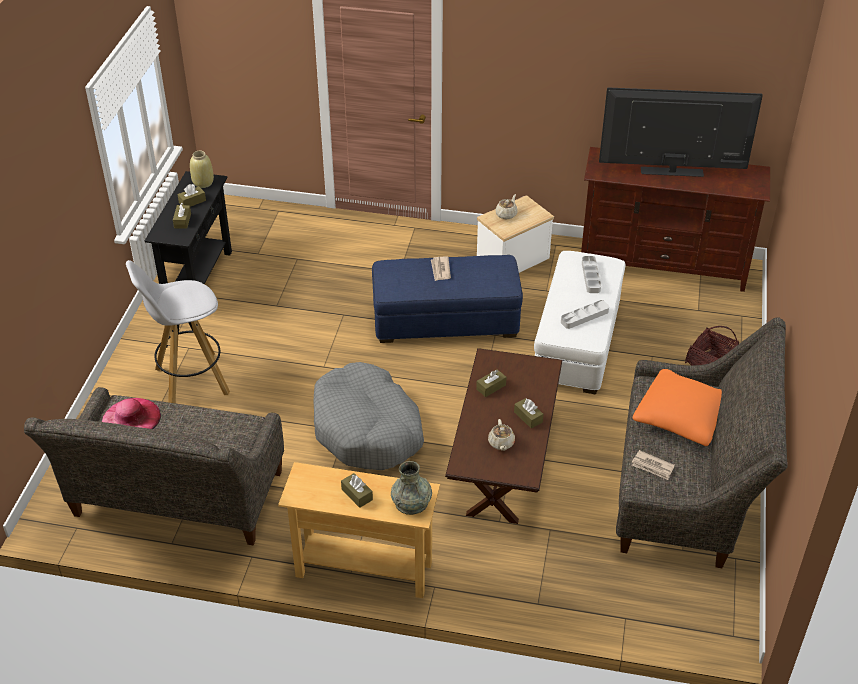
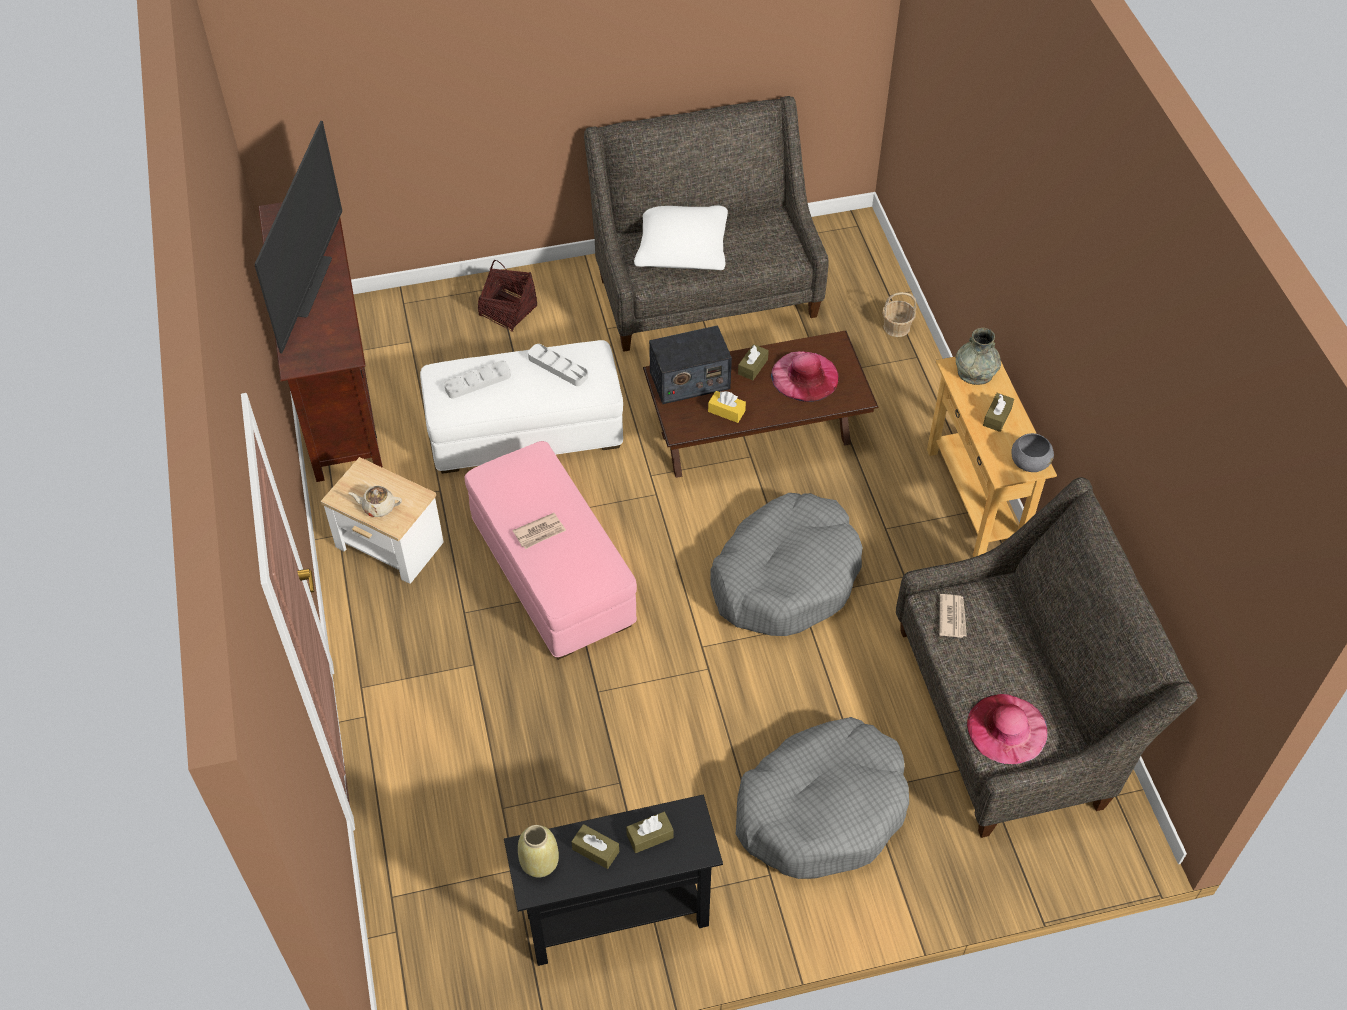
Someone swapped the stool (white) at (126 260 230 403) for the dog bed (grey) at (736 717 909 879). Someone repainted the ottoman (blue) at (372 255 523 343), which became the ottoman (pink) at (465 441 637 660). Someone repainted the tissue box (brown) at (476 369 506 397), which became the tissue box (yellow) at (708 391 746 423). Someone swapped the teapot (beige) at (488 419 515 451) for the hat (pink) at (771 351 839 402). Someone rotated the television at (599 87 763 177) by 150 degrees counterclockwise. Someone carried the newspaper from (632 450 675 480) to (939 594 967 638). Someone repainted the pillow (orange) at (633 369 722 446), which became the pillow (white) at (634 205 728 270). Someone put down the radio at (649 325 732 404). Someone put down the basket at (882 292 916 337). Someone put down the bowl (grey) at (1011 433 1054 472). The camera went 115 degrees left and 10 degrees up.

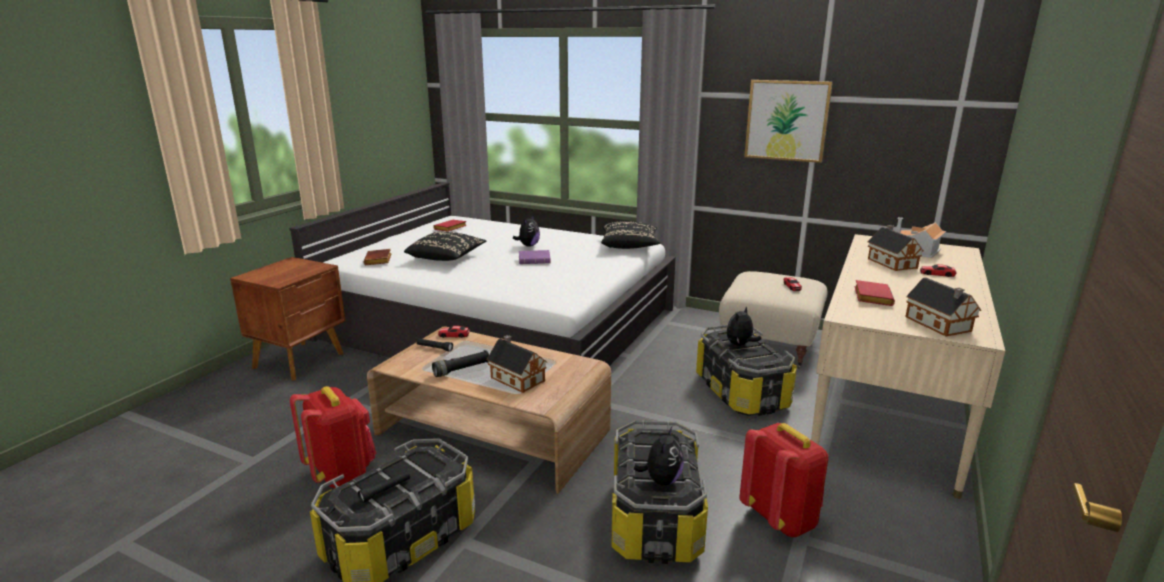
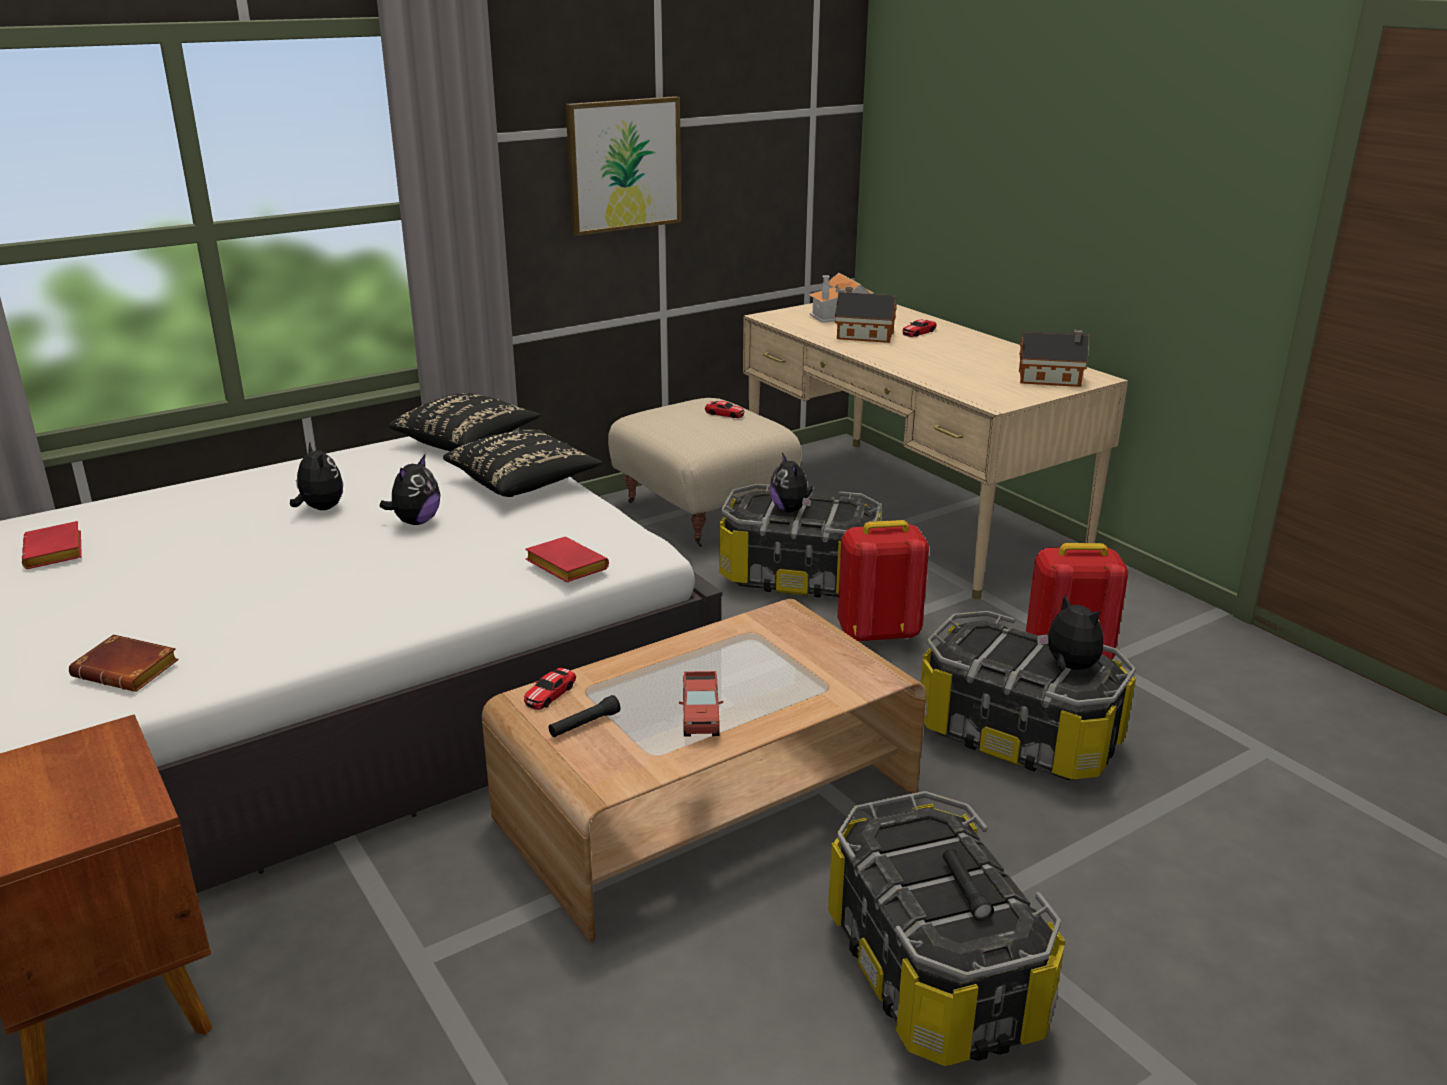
Someone carried the backpack (red) from (290 386 376 488) to (837 520 929 642). Someone carried the pillow (black) from (404 231 486 261) to (443 429 602 497). Someone swapped the flashlight (black) at (432 350 489 377) for the toy truck at (679 671 723 736). Someone took away the toy house at (487 335 547 393). Someone swapped the book (purple) at (519 250 551 264) for the plush toy at (380 455 440 525). Someone carried the book (red) from (854 280 895 306) to (525 537 609 582). The camera went 60 degrees left and 5 degrees up.

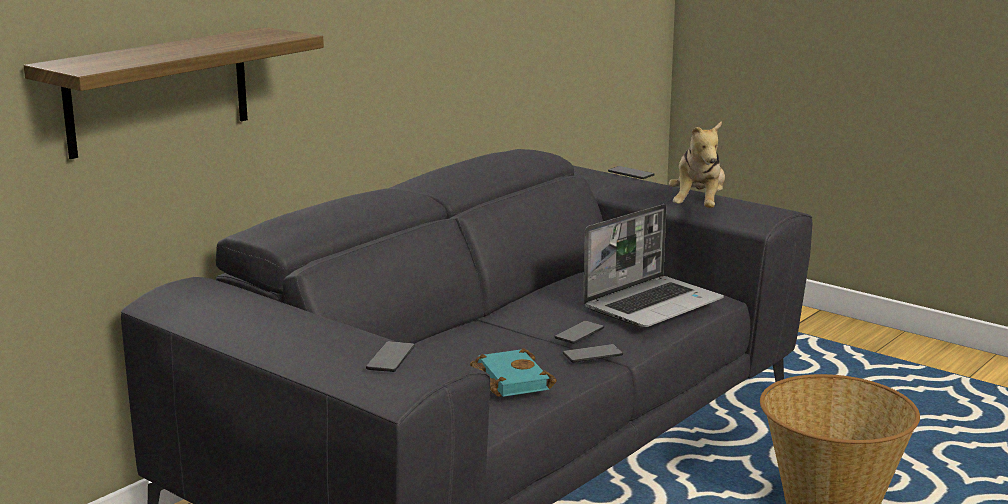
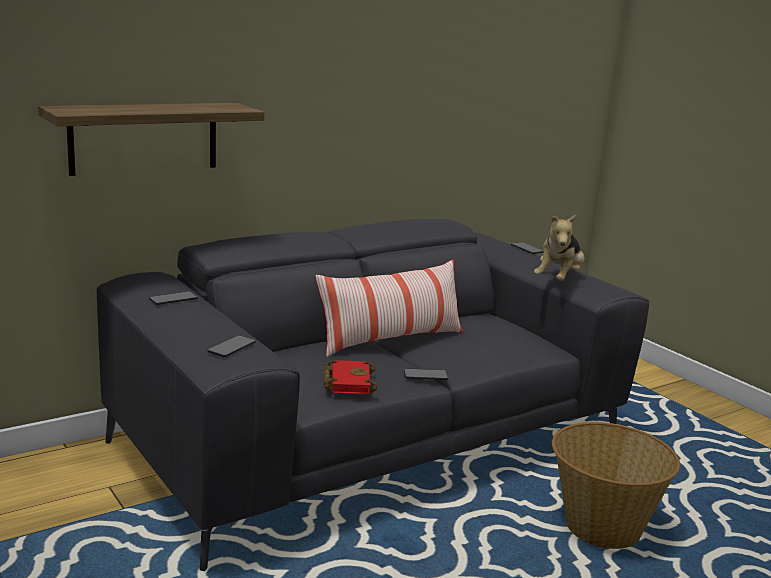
Someone repainted the book (turquoise) at (470 348 557 397), which became the book (red) at (324 360 377 394). Someone carried the phone from (554 320 604 344) to (149 291 198 305). Someone took away the laptop at (583 204 724 328). Someone put down the pillow at (315 260 463 357). The camera went 15 degrees right and 0 degrees up.

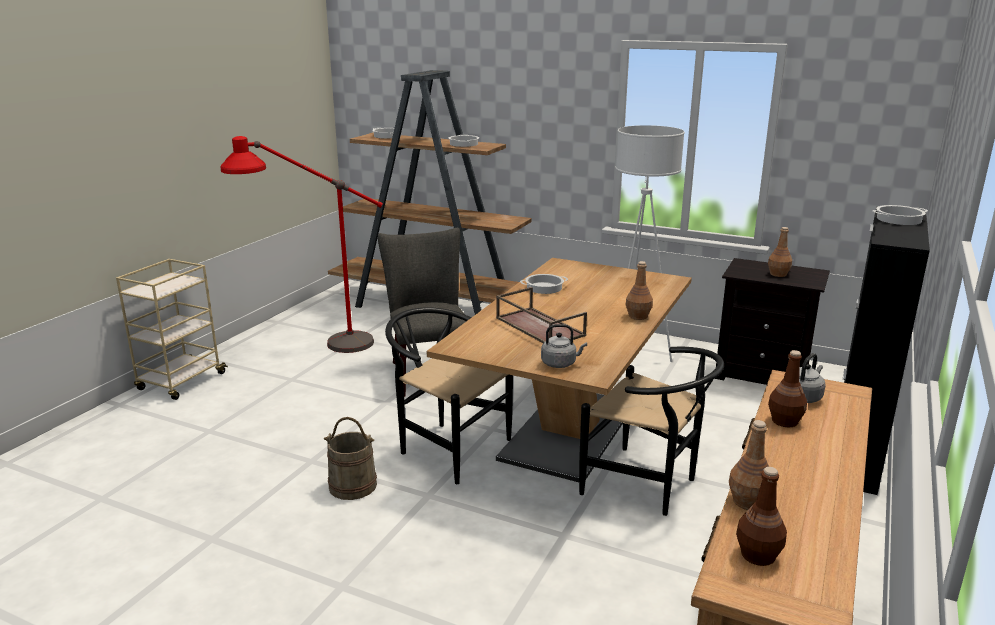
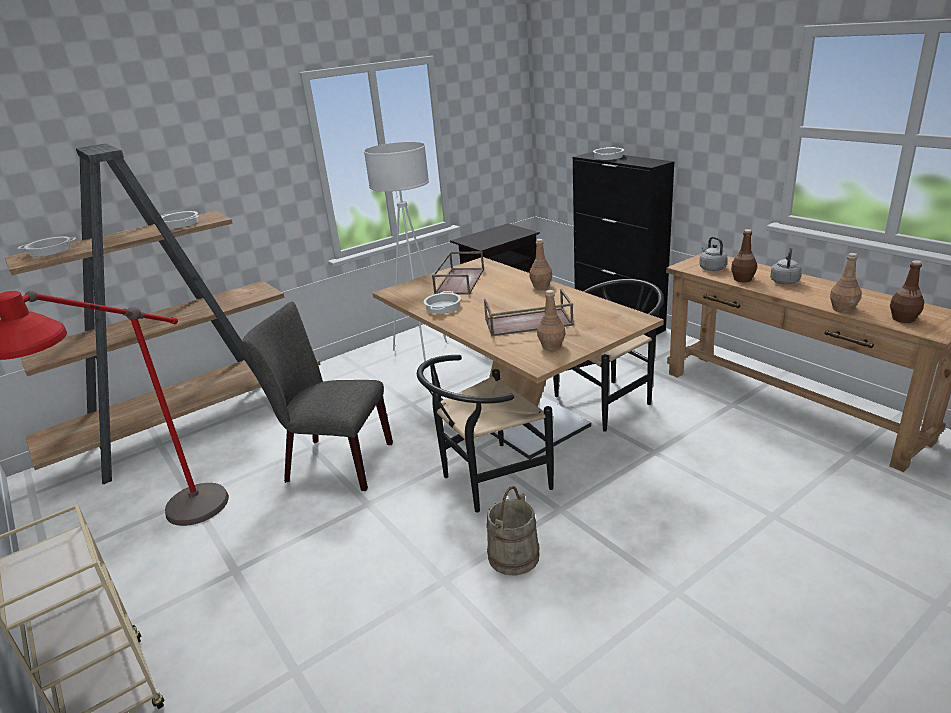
Someone carried the kettle (grey) from (541 324 587 368) to (770 248 802 284). Someone carried the bottle (brown) from (768 227 792 277) to (537 290 565 350). Someone put down the tray (brown) at (432 251 484 295). The camera went 60 degrees left and 5 degrees up.

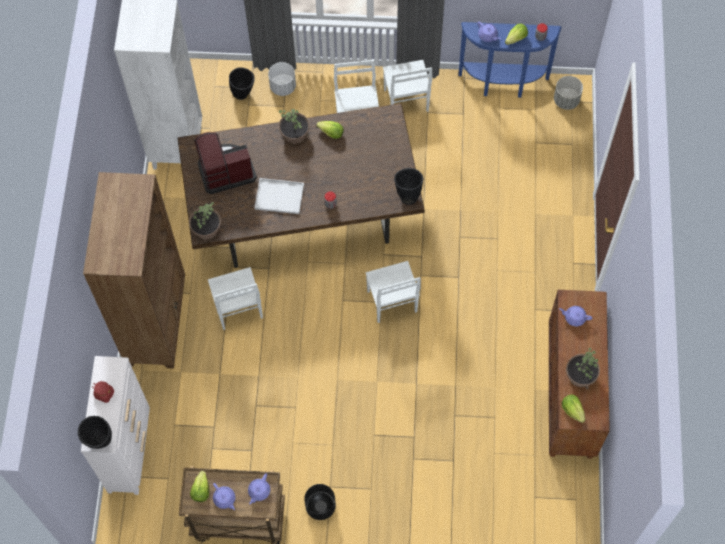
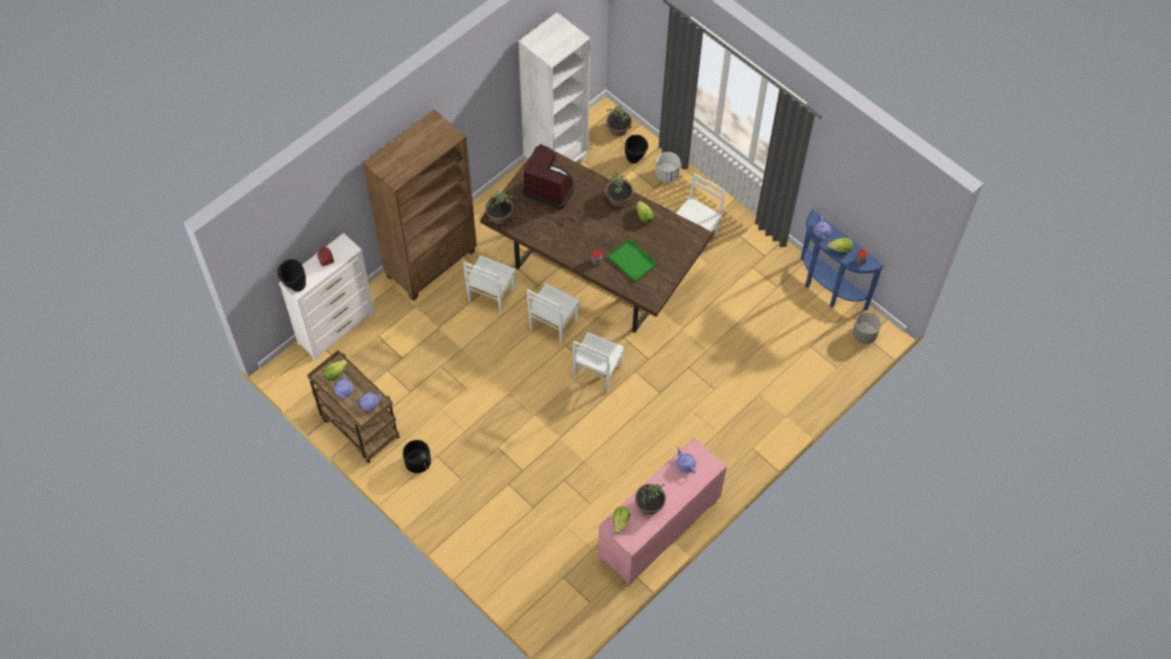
Someone took away the tray (white) at (254 178 304 214). Someone carried the chair (white) from (383 60 432 112) to (527 283 580 345). Someone took away the vase (black) at (394 168 423 205). Someone repainted the cabinet (brown) at (549 290 610 459), which became the cabinet (pink) at (598 438 727 586). Someone put down the potted plant at (606 105 632 136). Someone put down the tray (green) at (607 238 657 282). The camera went 40 degrees right and 5 degrees down.

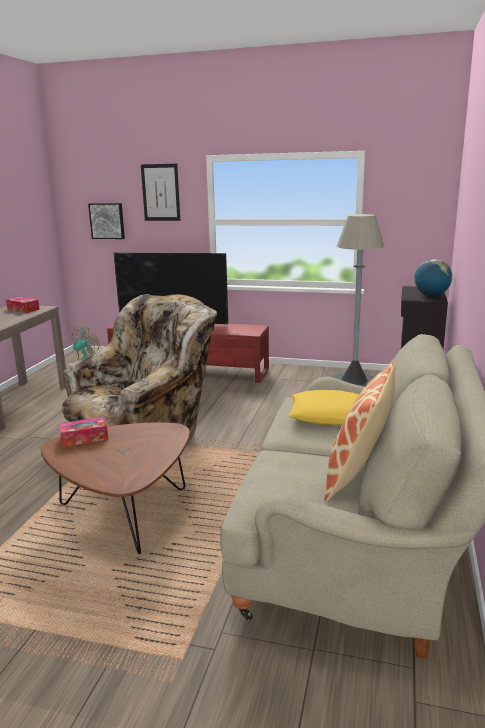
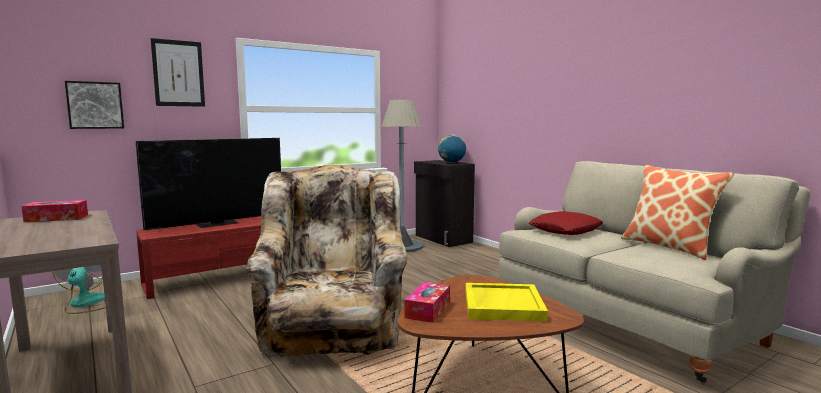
Someone repainted the pillow (yellow) at (288 389 359 425), which became the pillow (red) at (529 211 603 235). Someone put down the tray (yellow) at (465 283 548 322). The camera went 50 degrees left and 10 degrees down.

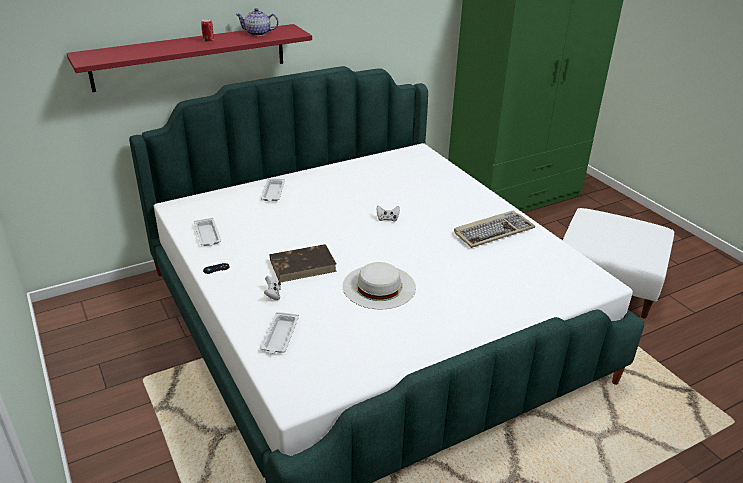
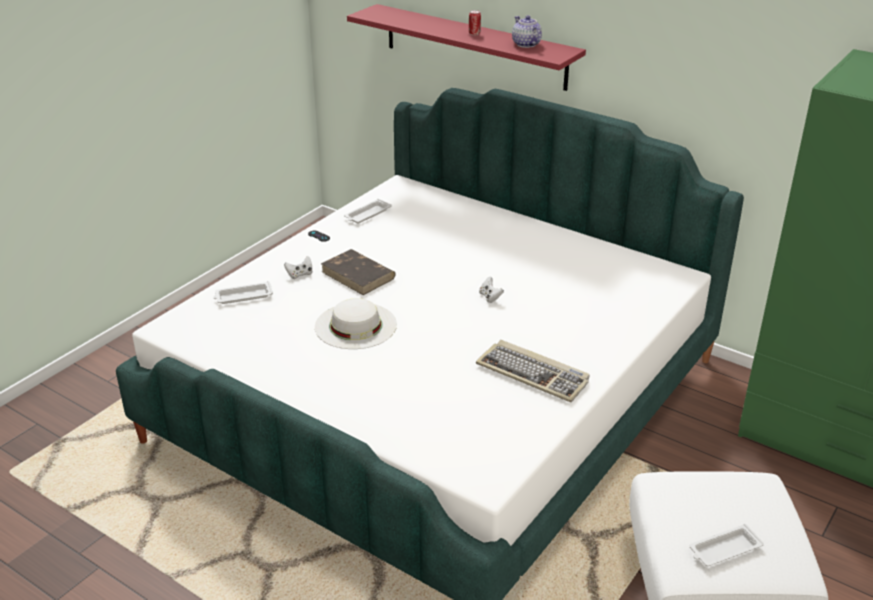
Someone carried the tray (white) from (261 178 285 201) to (690 524 764 566). The camera went 65 degrees right and 0 degrees up.

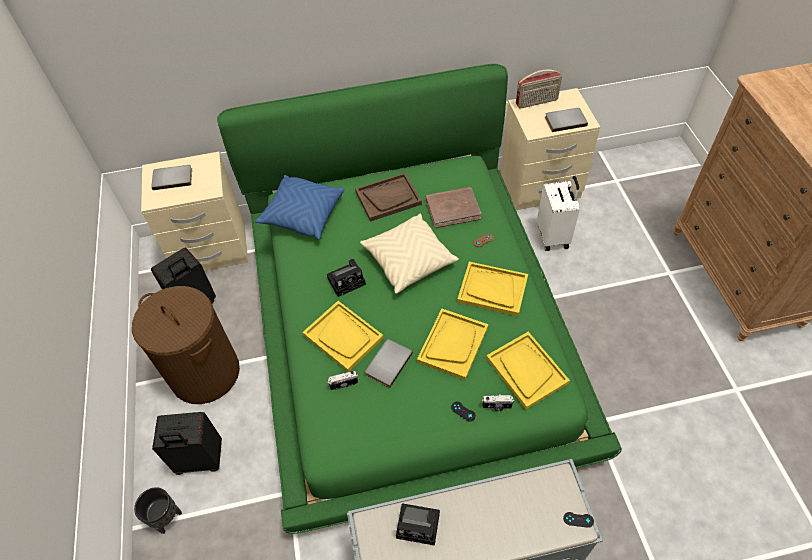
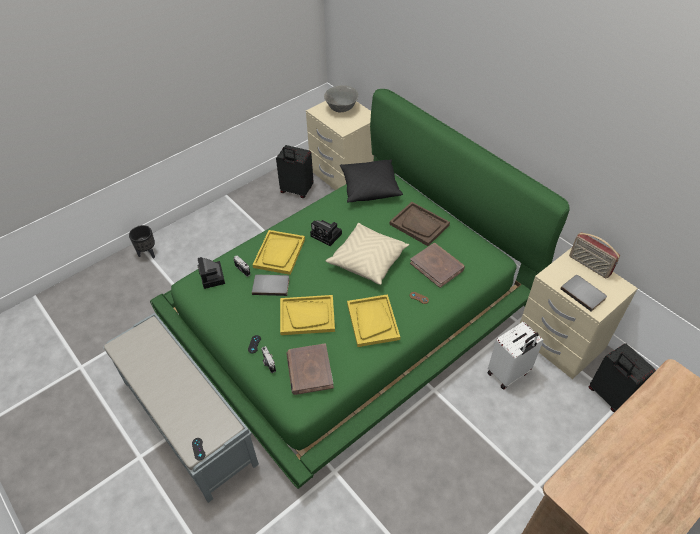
Someone took away the laundry basket (brown) at (132 286 240 404). Someone swapped the book (grey) at (151 165 192 190) for the bowl (grey) at (324 85 359 112). Someone carried the suitcase (black) from (152 412 222 475) to (589 343 656 413). Someone repainted the pillow (blue) at (255 175 344 240), which became the pillow (black) at (340 159 403 202). Someone carried the photo camera from (396 503 440 546) to (198 257 225 289). Someone swapped the tray (yellow) at (486 332 570 409) for the book (brown) at (286 343 334 395). The camera went 60 degrees right and 5 degrees down.

